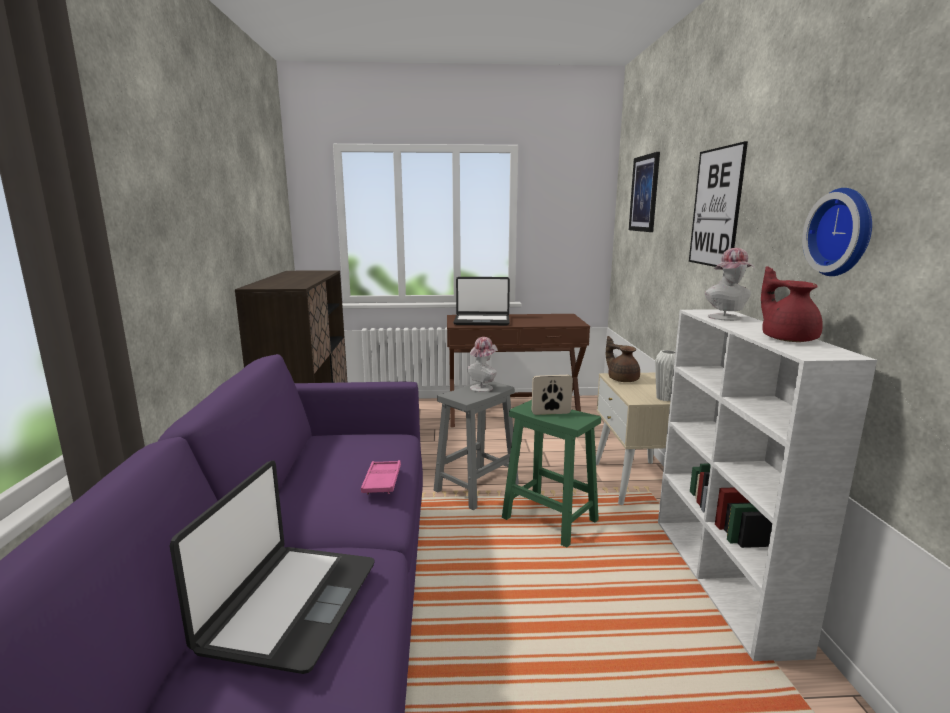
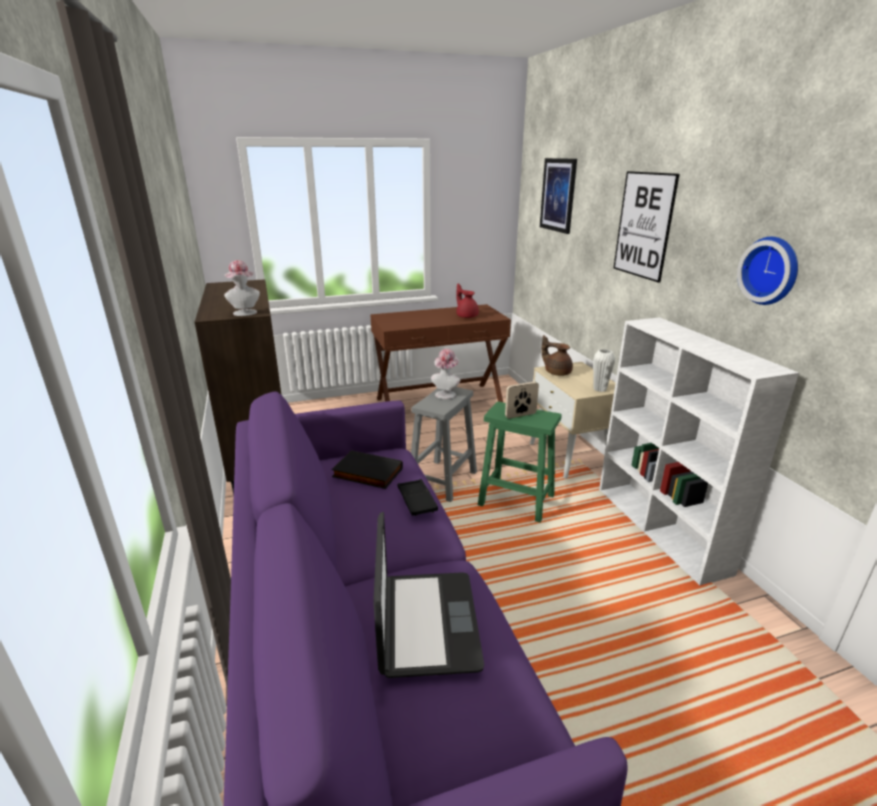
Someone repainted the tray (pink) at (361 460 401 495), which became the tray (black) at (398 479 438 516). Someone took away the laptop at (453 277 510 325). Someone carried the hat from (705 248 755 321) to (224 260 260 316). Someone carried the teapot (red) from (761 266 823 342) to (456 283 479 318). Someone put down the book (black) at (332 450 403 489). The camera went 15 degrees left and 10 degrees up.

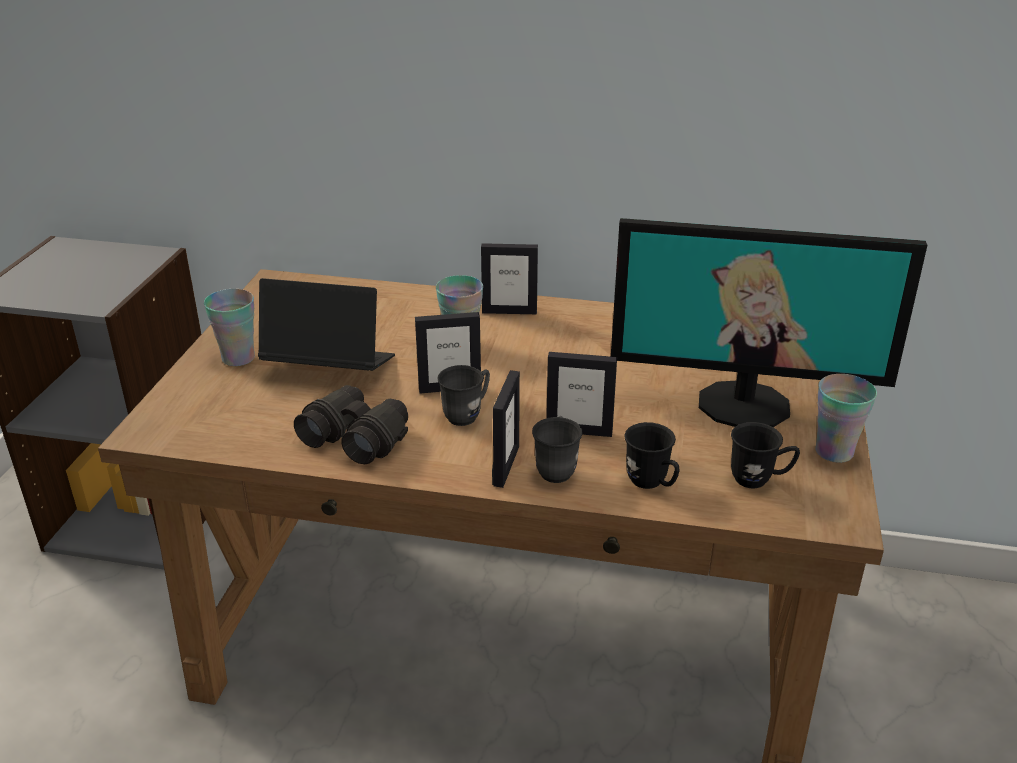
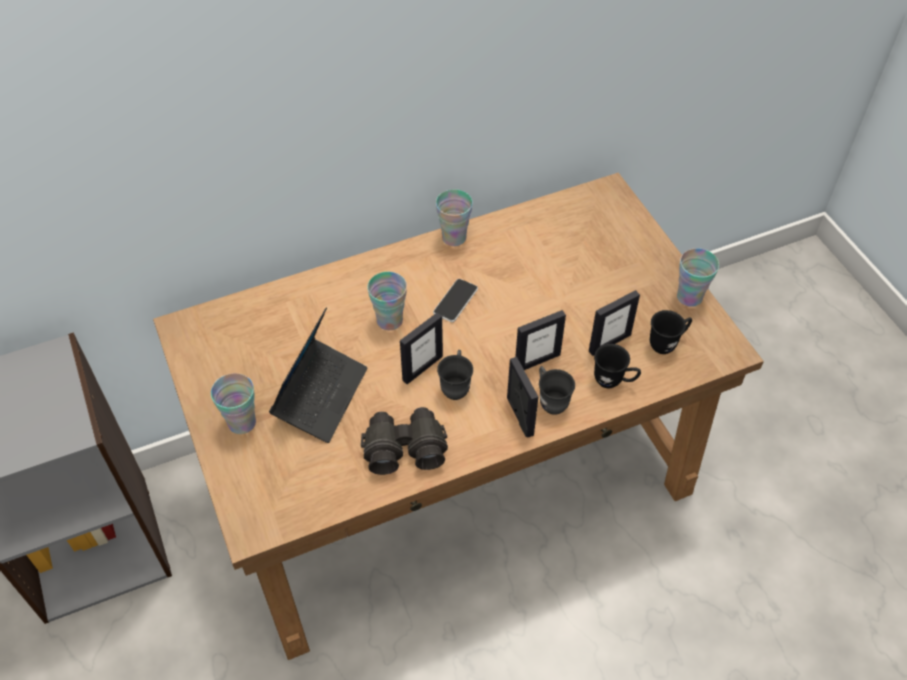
Someone rotated the laptop at (258 278 395 371) by 135 degrees clockwise. Someone carried the picture frame from (481 243 538 314) to (589 290 640 356). Someone took away the monitor at (611 218 927 427). Someone put down the phone at (433 279 478 322). Someone put down the cup at (436 189 473 246). The camera went 35 degrees left and 20 degrees up.

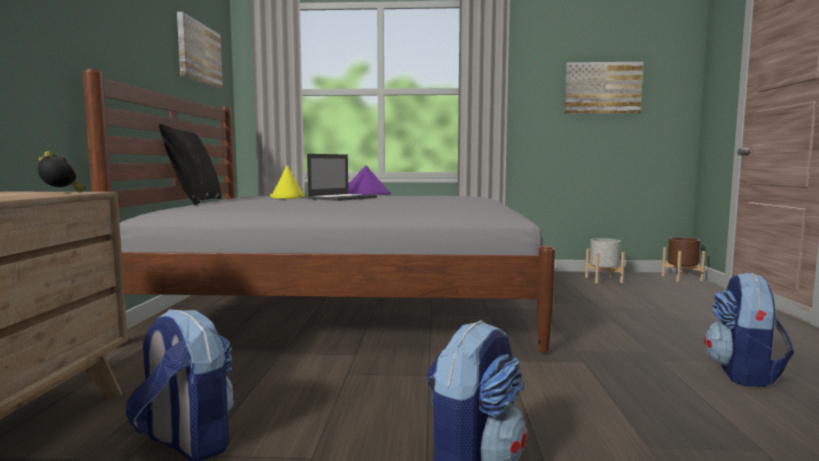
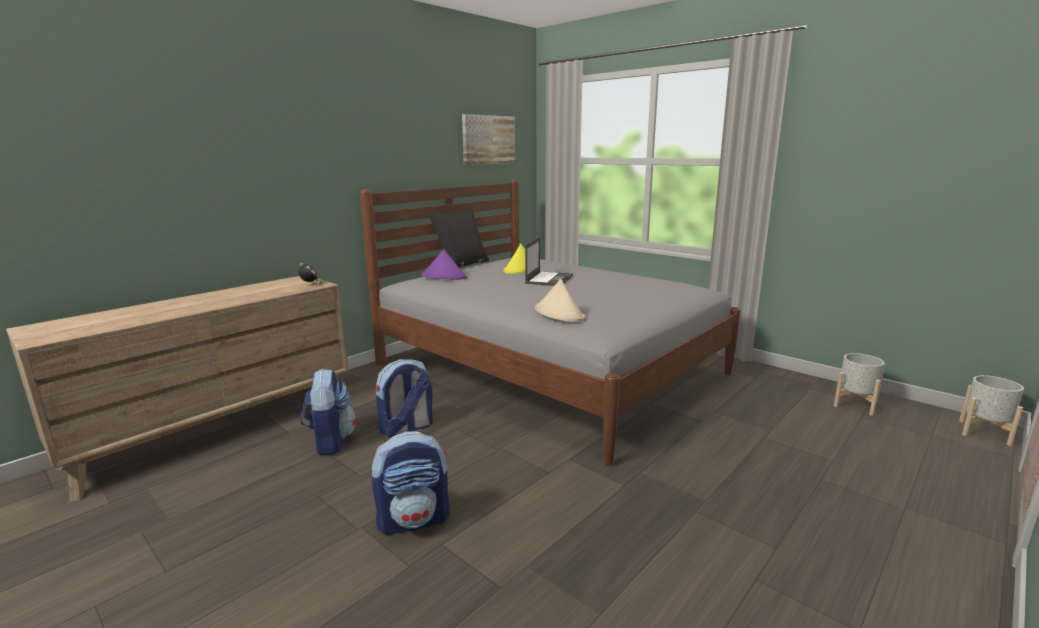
Someone rotated the laptop at (307 154 377 201) by 60 degrees counterclockwise. Someone carried the hat (purple) from (348 165 391 195) to (421 249 467 280). Someone took away the picture at (564 62 643 114). Someone repainted the planter (brown) at (661 237 705 282), which became the planter (grey) at (959 375 1024 446). Someone carried the backpack from (704 272 794 387) to (376 359 433 437). Someone put down the hat (beige) at (535 279 585 322). The camera went 40 degrees right and 10 degrees up.

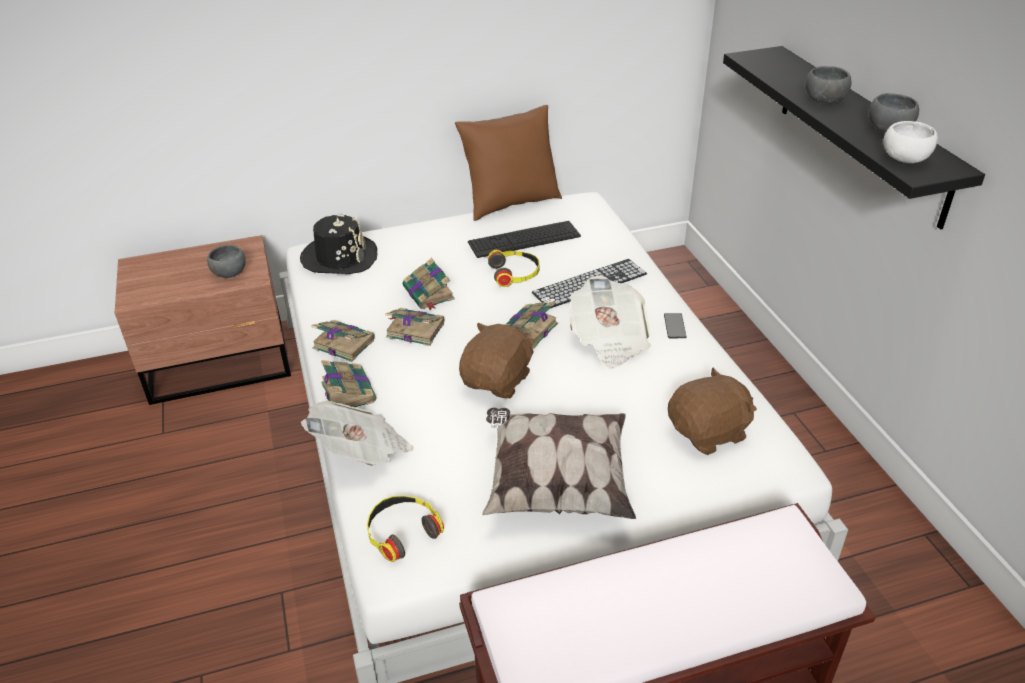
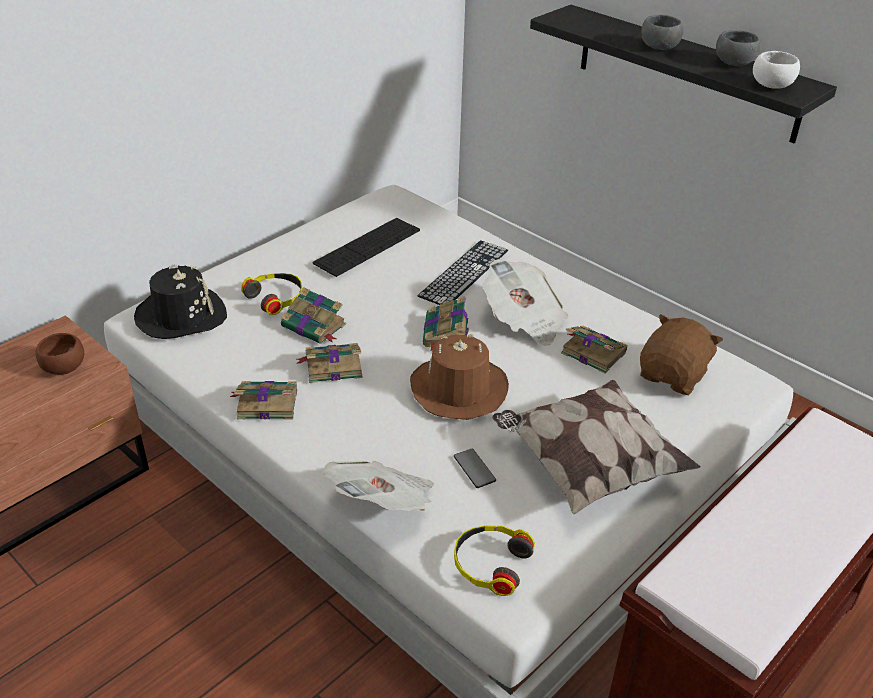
Someone repainted the bowl (grey) at (207 245 246 278), which became the bowl (brown) at (35 333 84 375). Someone carried the book from (321 360 376 407) to (561 326 627 374). Someone took away the pillow (brown) at (455 105 562 221). Someone swapped the plush toy (brown) at (459 323 536 398) for the hat (brown) at (410 333 509 420). Someone carried the headphones from (488 250 540 287) to (241 273 303 315). Someone carried the phone from (664 313 686 338) to (454 449 496 488). The camera went 30 degrees left and 0 degrees up.

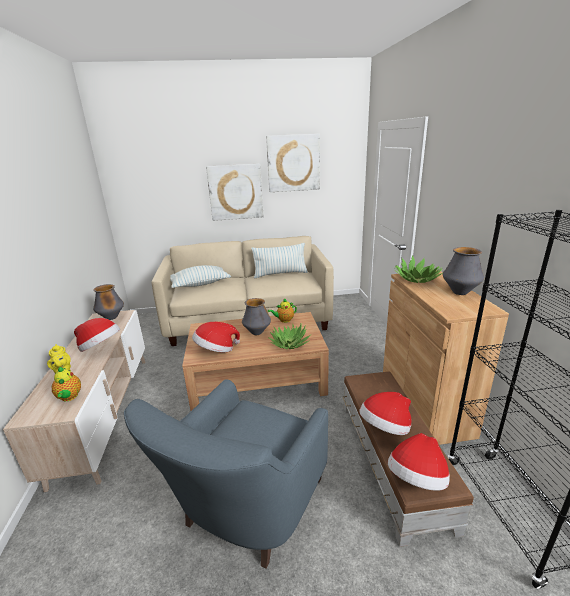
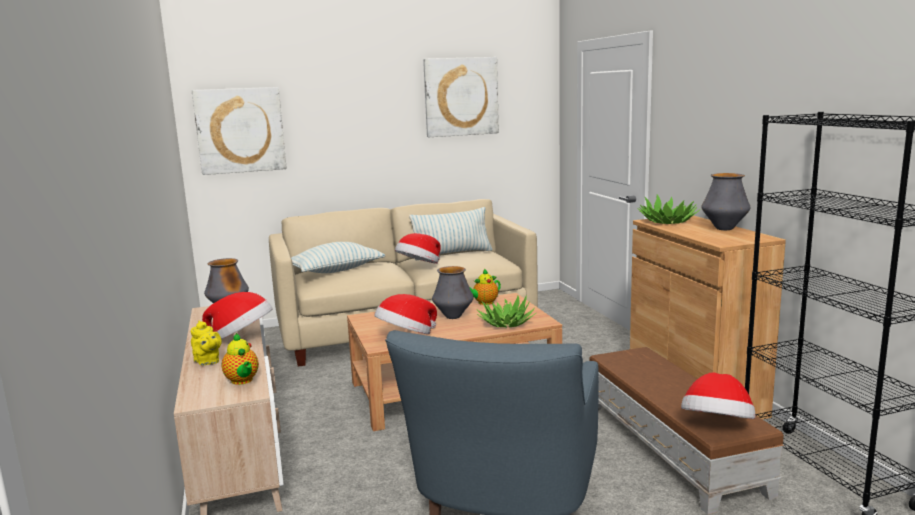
Someone carried the picture from (206 164 263 221) to (192 87 287 175). Someone carried the hat from (359 392 411 435) to (395 233 441 264). The camera went 10 degrees left and 10 degrees down.

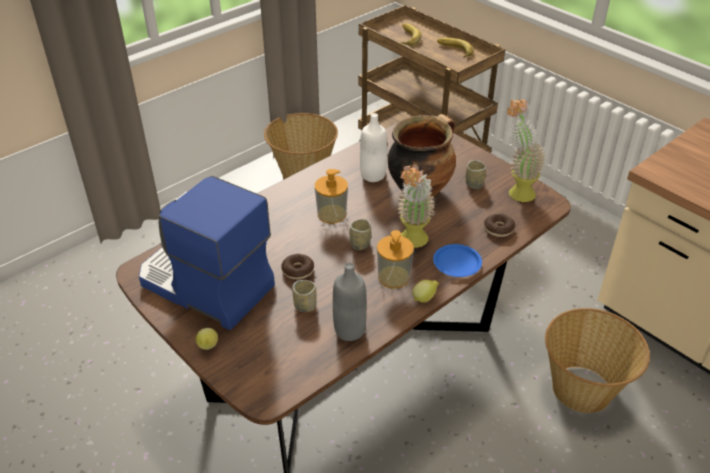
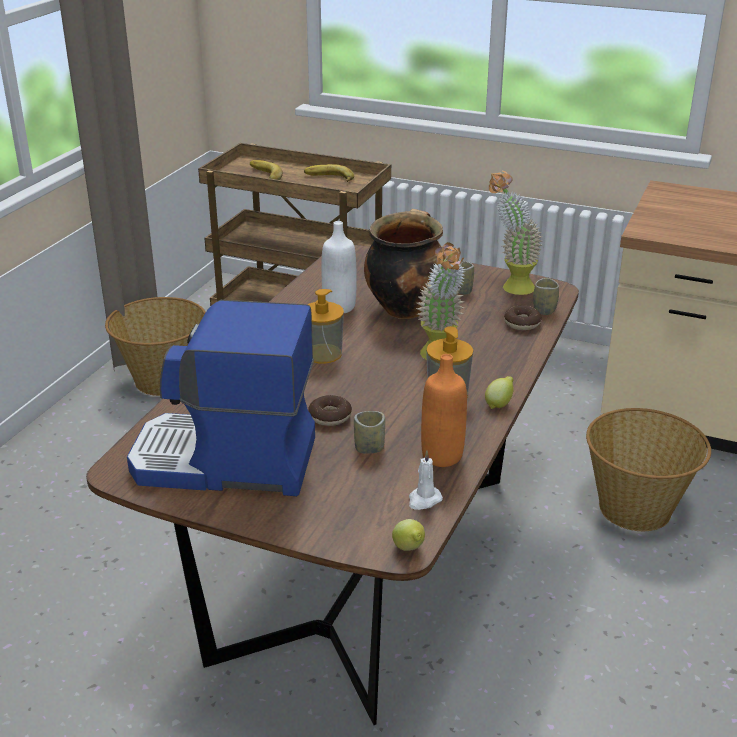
Someone carried the lemon from (196 328 218 350) to (392 519 425 551). Someone repainted the bottle (grey) at (333 263 367 341), which became the bottle (orange) at (421 354 467 467). Someone carried the cup from (350 219 371 250) to (533 278 559 315). Someone took away the plate (blue) at (433 244 482 277). Someone put down the candle (white) at (409 450 443 510). The camera went 25 degrees left and 10 degrees down.

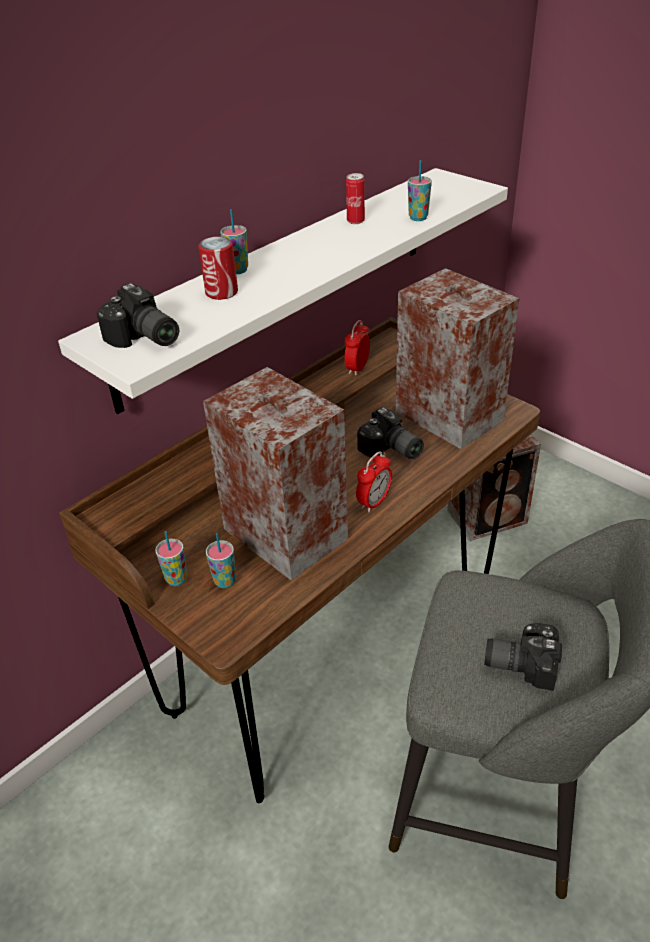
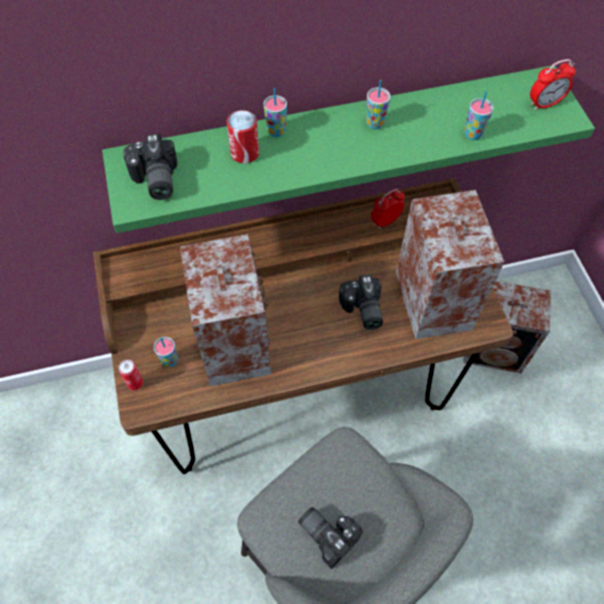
Someone repainted the shelf (white) at (58 168 508 414), which became the shelf (green) at (102 66 595 233). Someone carried the cup from (155 531 187 586) to (366 80 390 129). Someone carried the can from (346 173 365 224) to (118 360 143 390). Someone carried the alarm clock from (356 451 392 512) to (530 59 576 110). The camera went 30 degrees right and 20 degrees up.

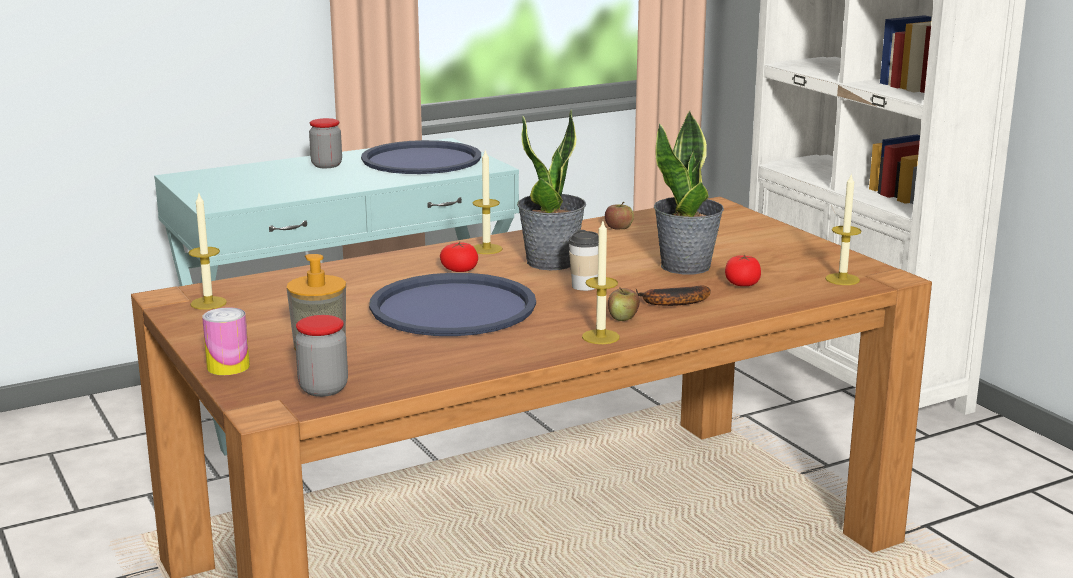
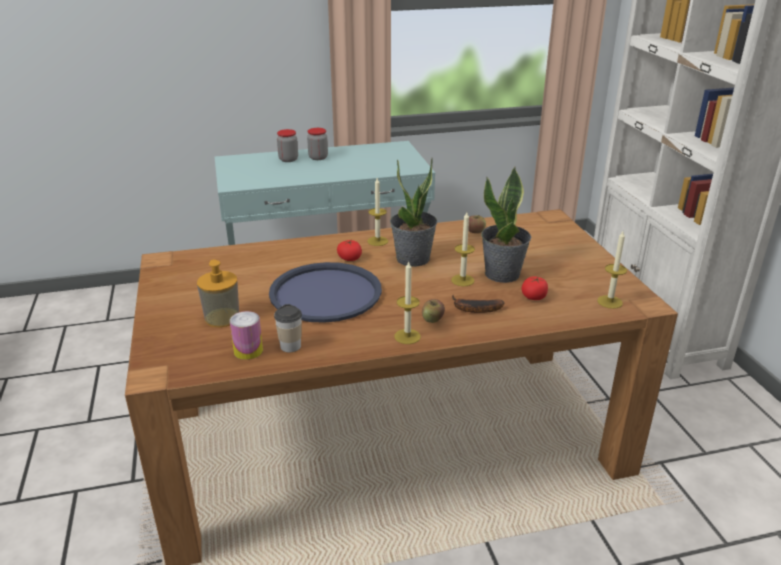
Someone carried the candle from (188 194 227 310) to (451 212 475 286). Someone carried the can from (202 307 250 375) to (230 311 263 360). Someone carried the jar from (295 315 348 397) to (277 129 298 162). Someone took away the tray (blue) at (361 140 481 174). Someone carried the cup from (568 230 599 291) to (274 304 302 352). The camera went 15 degrees right and 10 degrees up.

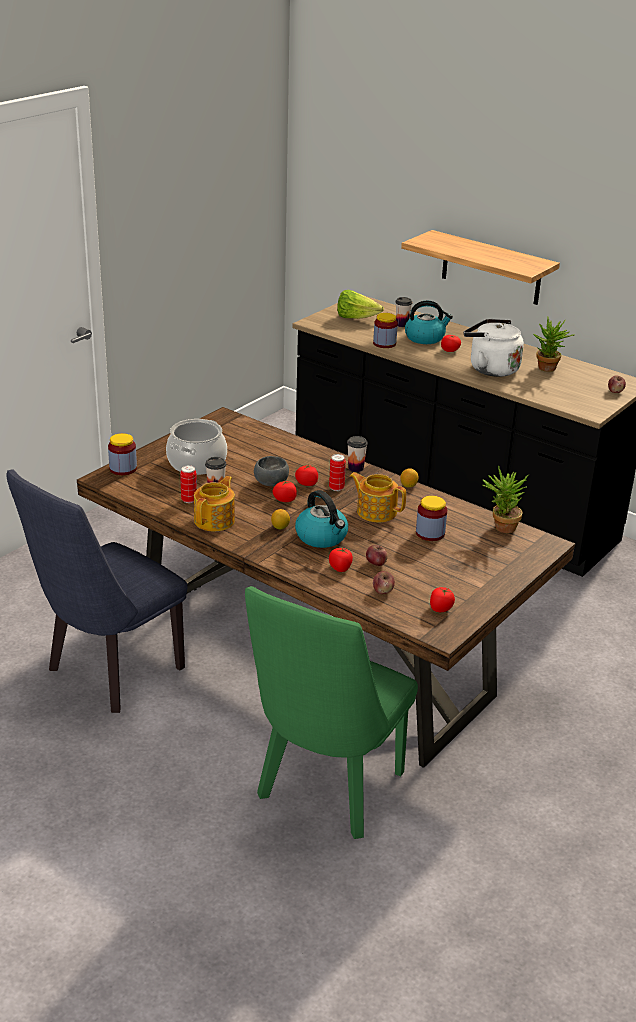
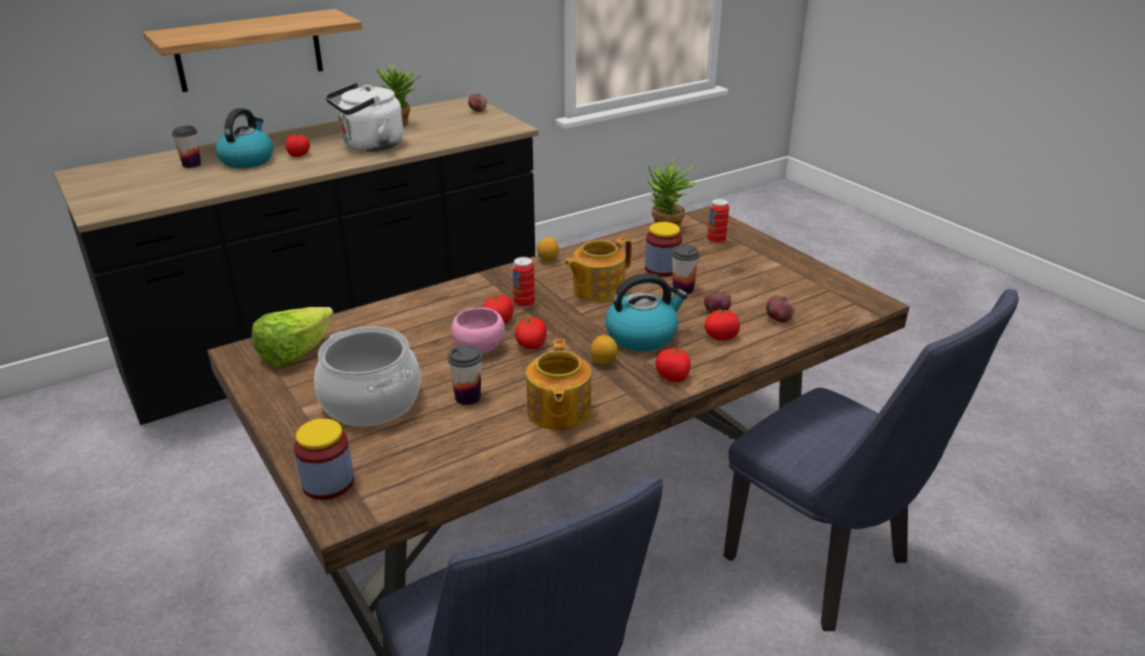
Someone carried the can from (180 465 197 503) to (707 198 729 244). Someone rotated the teapot at (194 476 235 531) by 135 degrees counterclockwise. Someone repainted the chair (green) at (245 586 418 839), which became the chair (blue) at (724 289 1018 631). Someone repainted the bowl (grey) at (254 456 289 486), which became the bowl (pink) at (451 308 505 354). Someone carried the lettuce from (337 290 384 319) to (252 307 334 367). Someone carried the cup from (347 436 368 472) to (671 244 700 294). Someone took away the jar at (373 313 398 348). Someone carried the tomato from (430 587 455 612) to (655 347 691 382). The camera went 70 degrees left and 0 degrees up.

